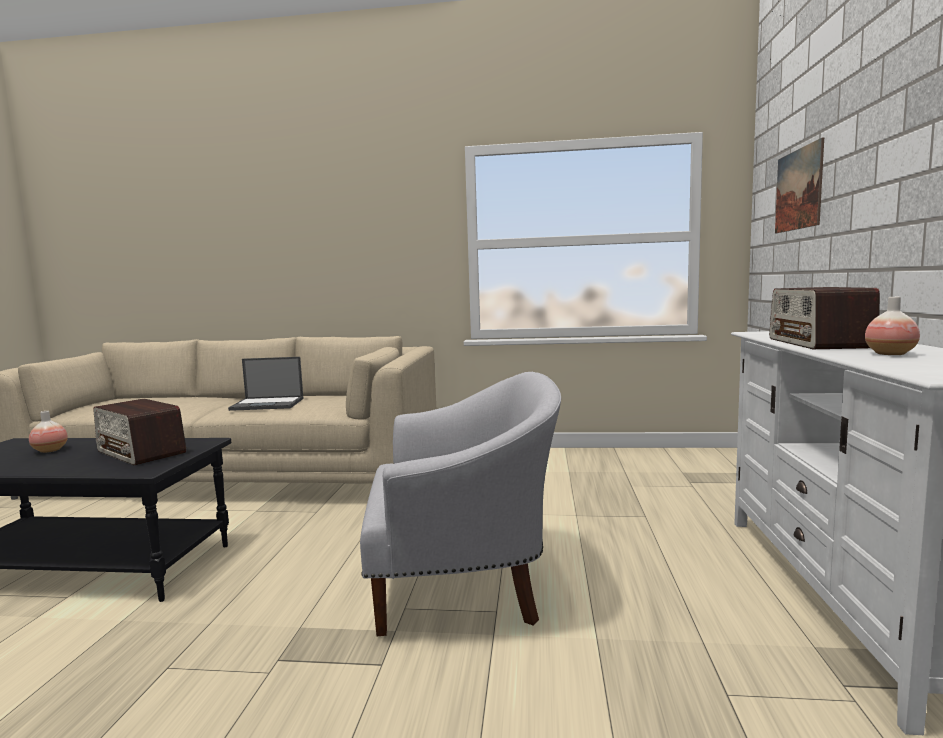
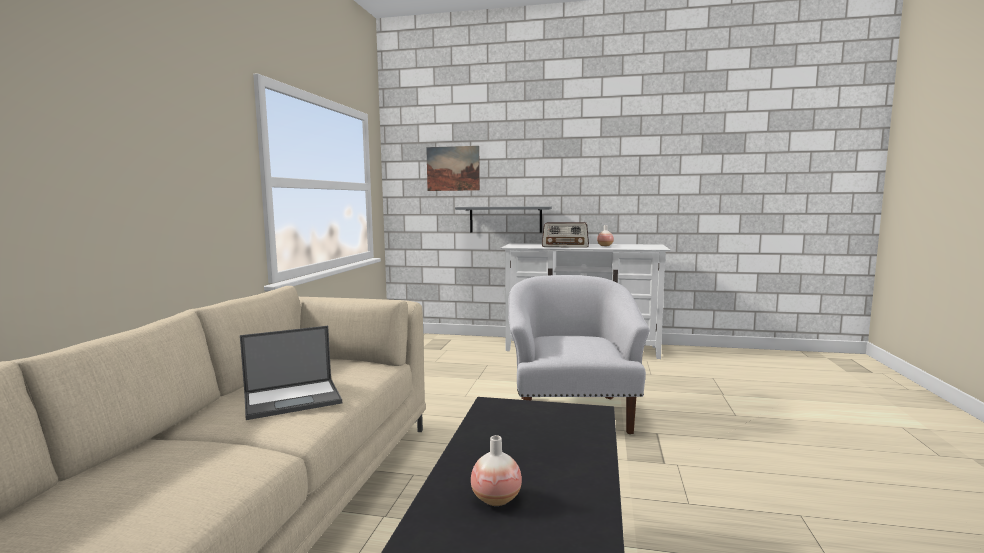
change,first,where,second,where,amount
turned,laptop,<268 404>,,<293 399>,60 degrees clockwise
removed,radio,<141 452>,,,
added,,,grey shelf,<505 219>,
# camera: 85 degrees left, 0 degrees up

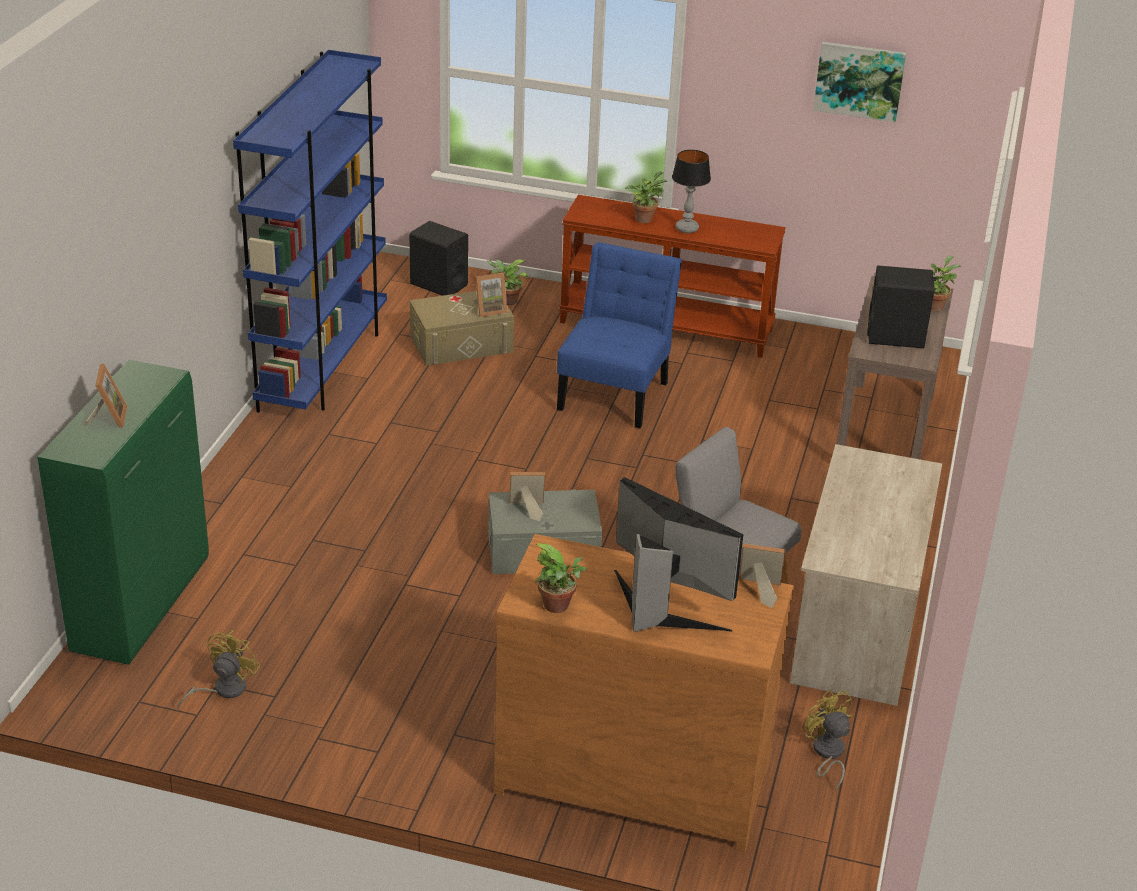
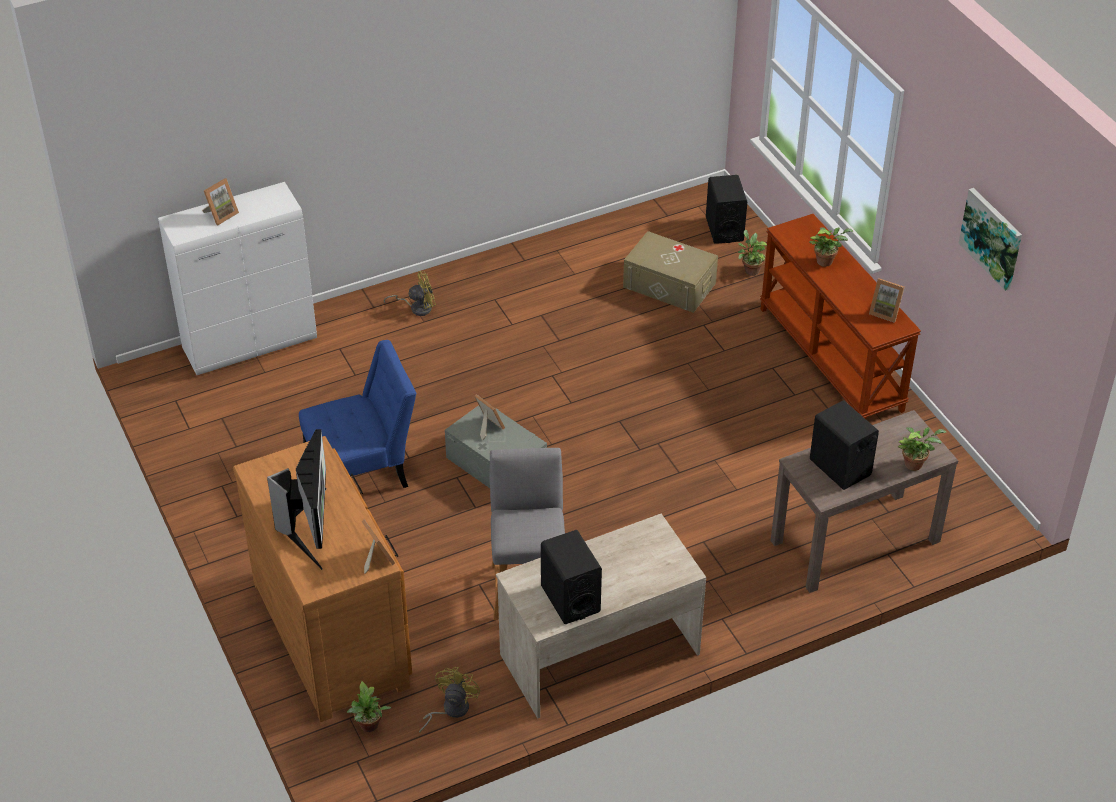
change,first,where,second,where,amount
removed,blue bookcase,<323 366>,,,
removed,table lamp,<687 228>,,,
moved,blue chair,<615 393>,,<362 469>,
moved,picture frame,<490 310>,,<885 312>,
recoloured,green cabinet,<142 605>,white cabinet,<251 344>,
moved,potted plant,<559 606>,,<369 727>,
moved,yellow fan,<223 689>,,<417 307>,
added,,,black speaker,<570 599>,
# camera: 50 degrees right, 10 degrees up

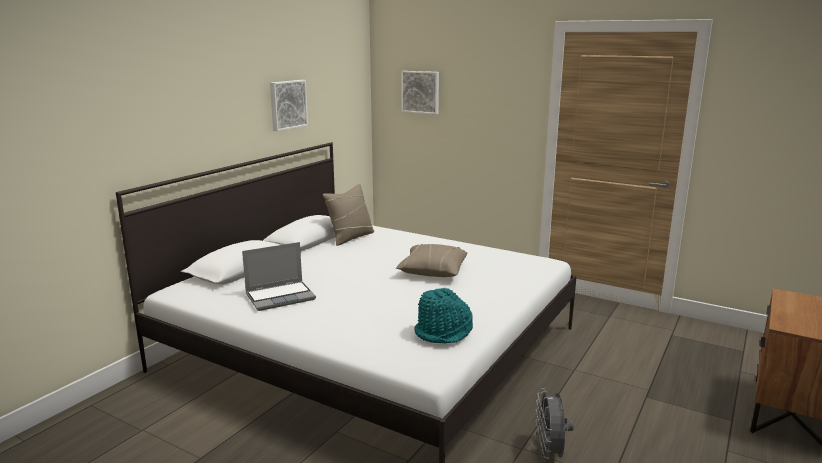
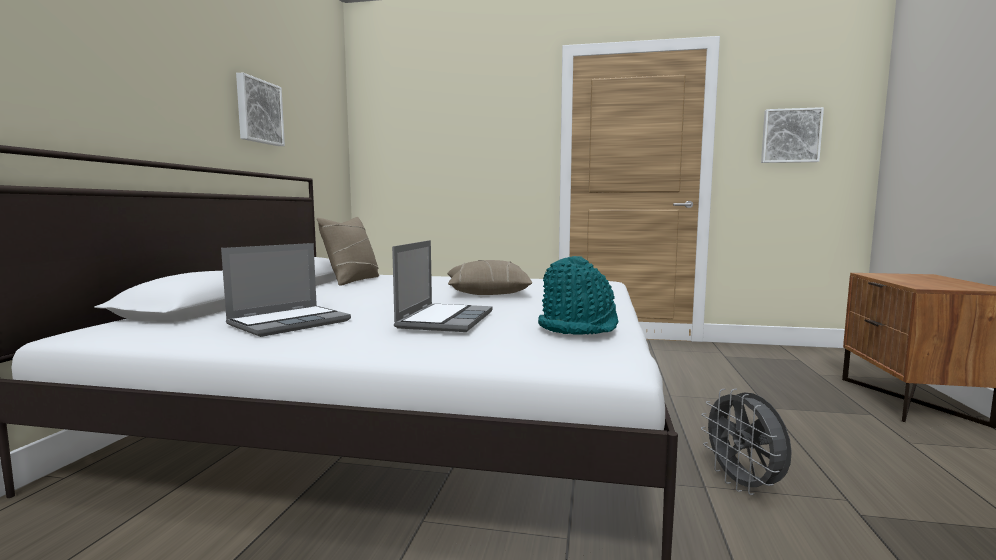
change,first,where,second,where,amount
moved,picture,<421 92>,,<790 136>,
added,,,laptop,<445 319>,
# camera: 20 degrees left, 10 degrees down

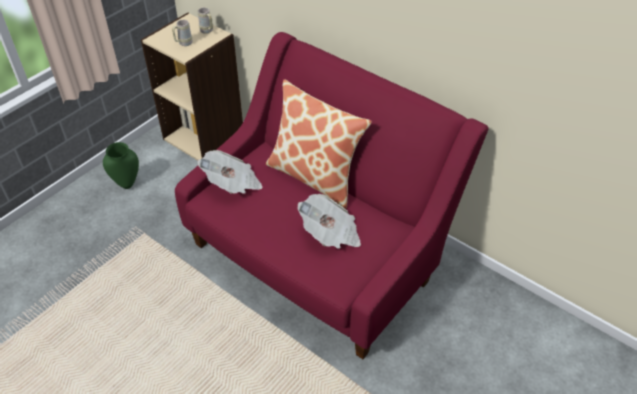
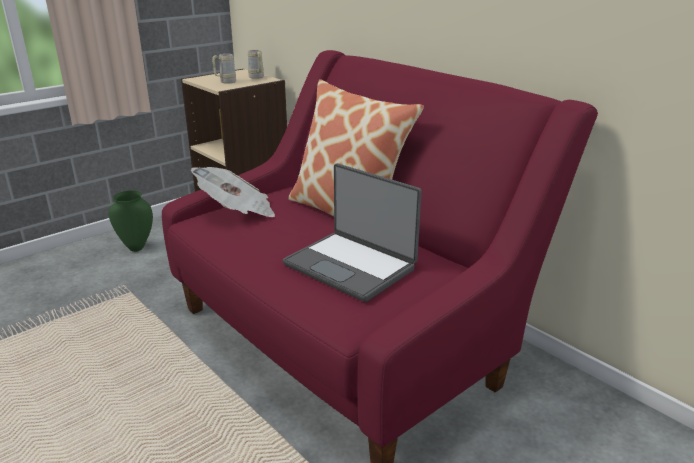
change,first,where,second,where,amount
replaced,newspaper,<330 234>,laptop,<351 266>,
# camera: 10 degrees right, 20 degrees down

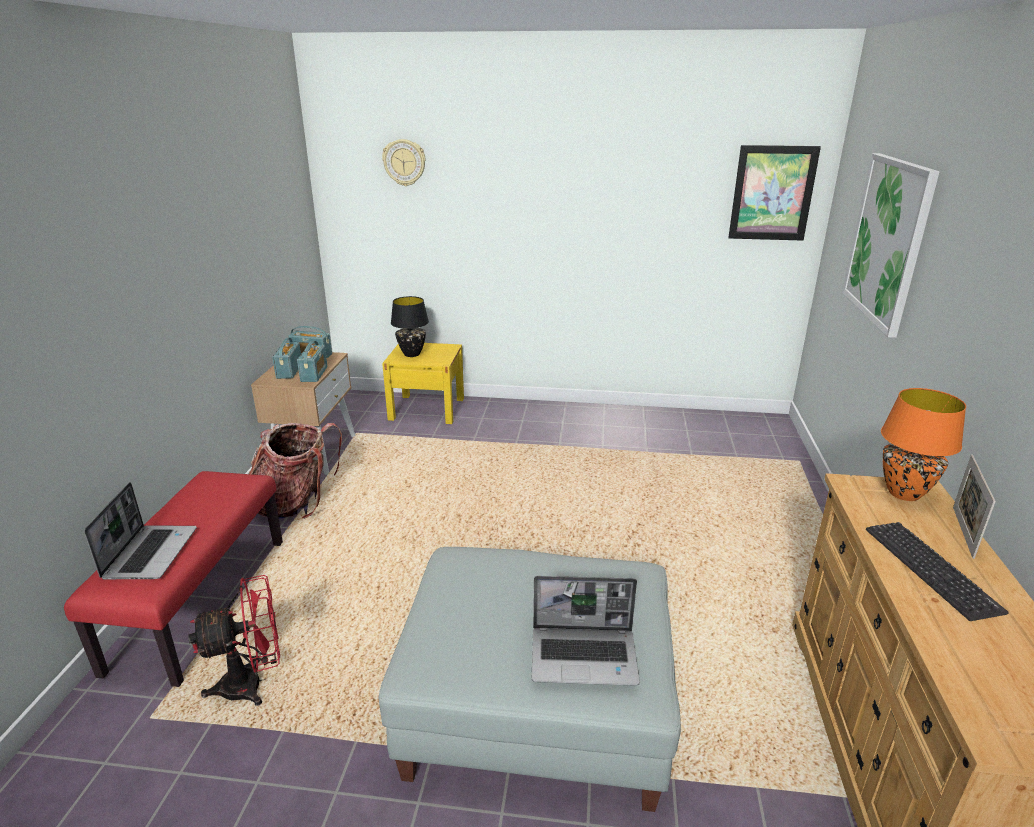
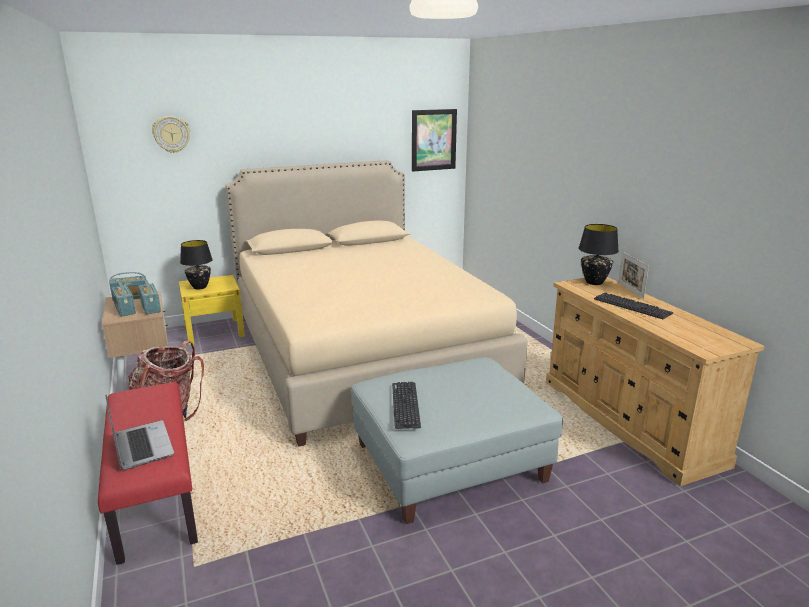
change,first,where,second,where,amount
removed,picture,<887 241>,,,
recoloured,orange table lamp,<903 493>,black table lamp,<594 282>,
removed,red fan,<253 683>,,,
removed,laptop,<585 656>,,,
added,,,beige bed,<361 352>,
added,,,keyboard,<405 405>,
# camera: 30 degrees left, 5 degrees down

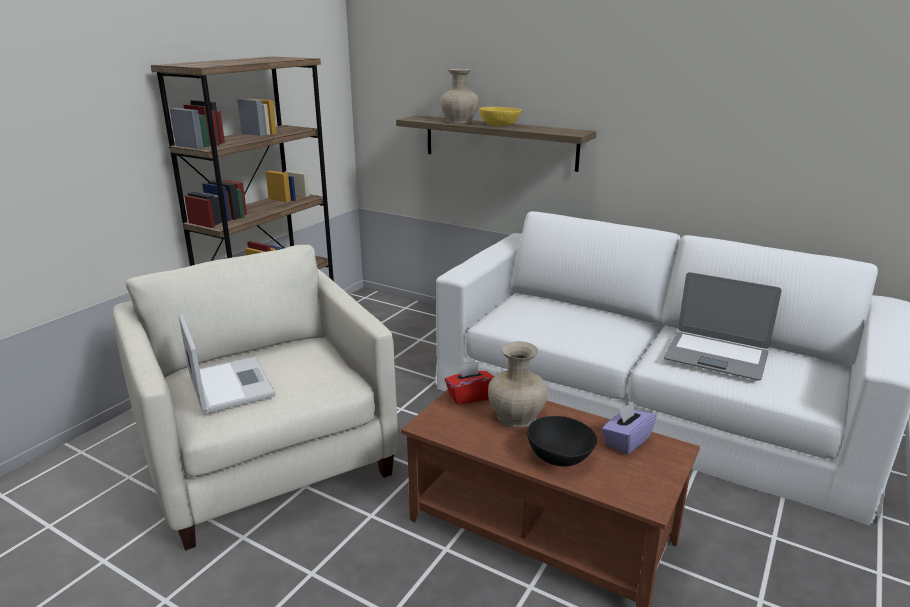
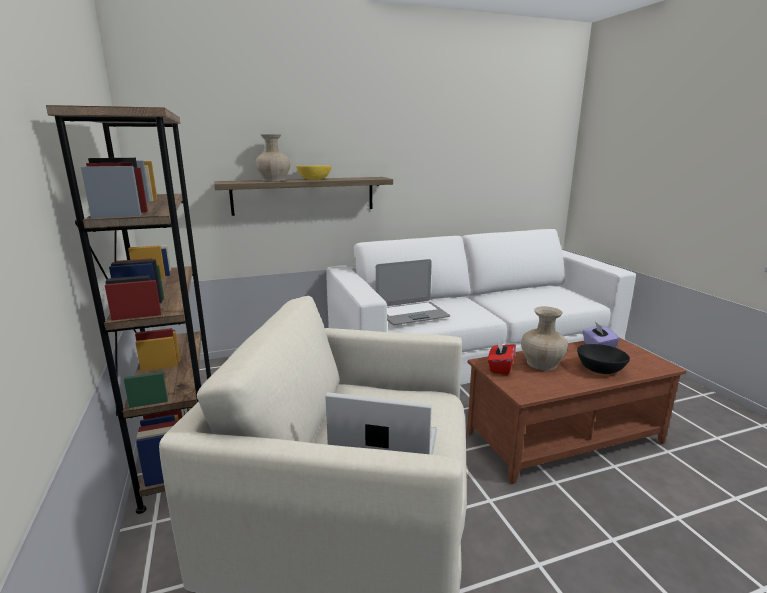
change,first,where,second,where,amount
moved,laptop,<716 356>,,<411 314>,
# camera: 50 degrees left, 5 degrees down

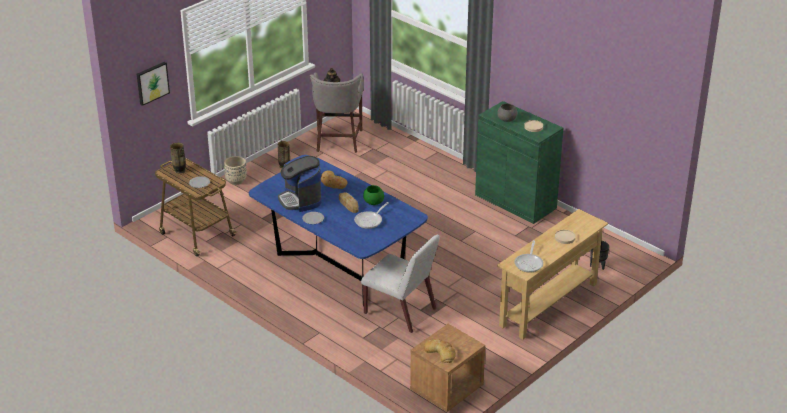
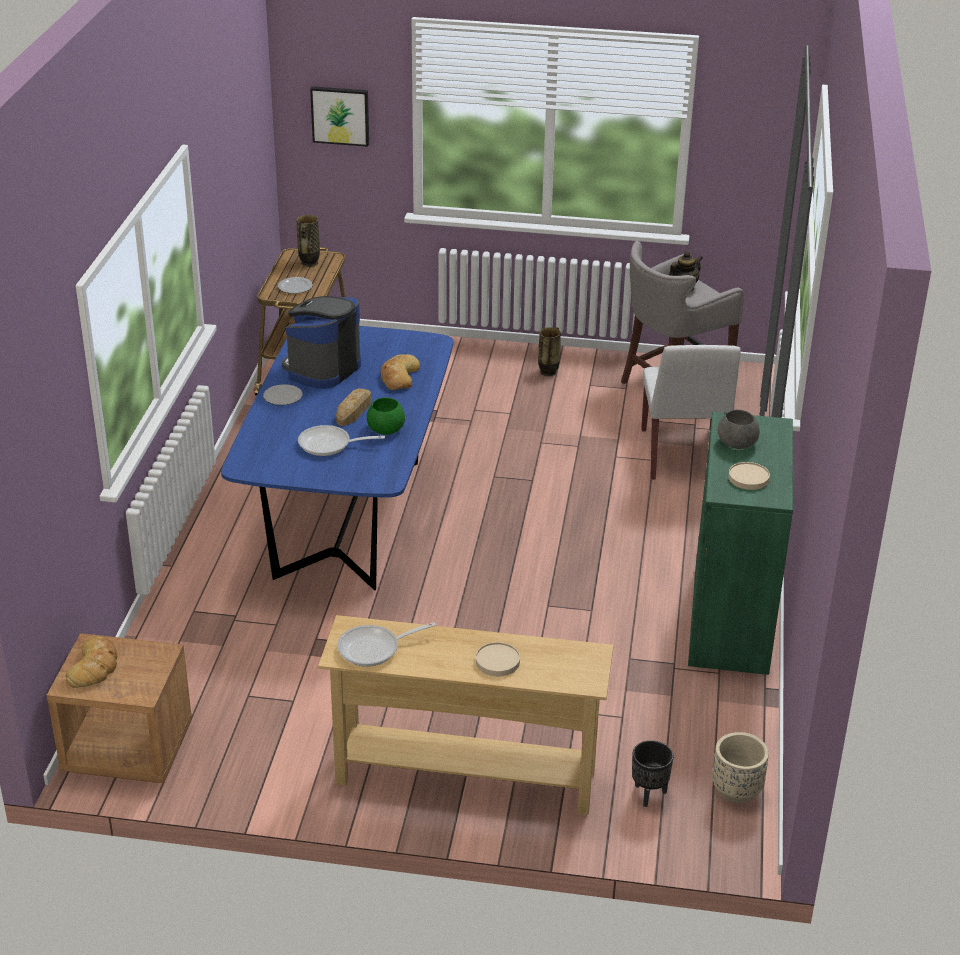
change,first,where,second,where,amount
moved,beige planter,<236 181>,,<736 790>,
moved,white chair,<401 311>,,<683 455>,
# camera: 55 degrees right, 0 degrees up

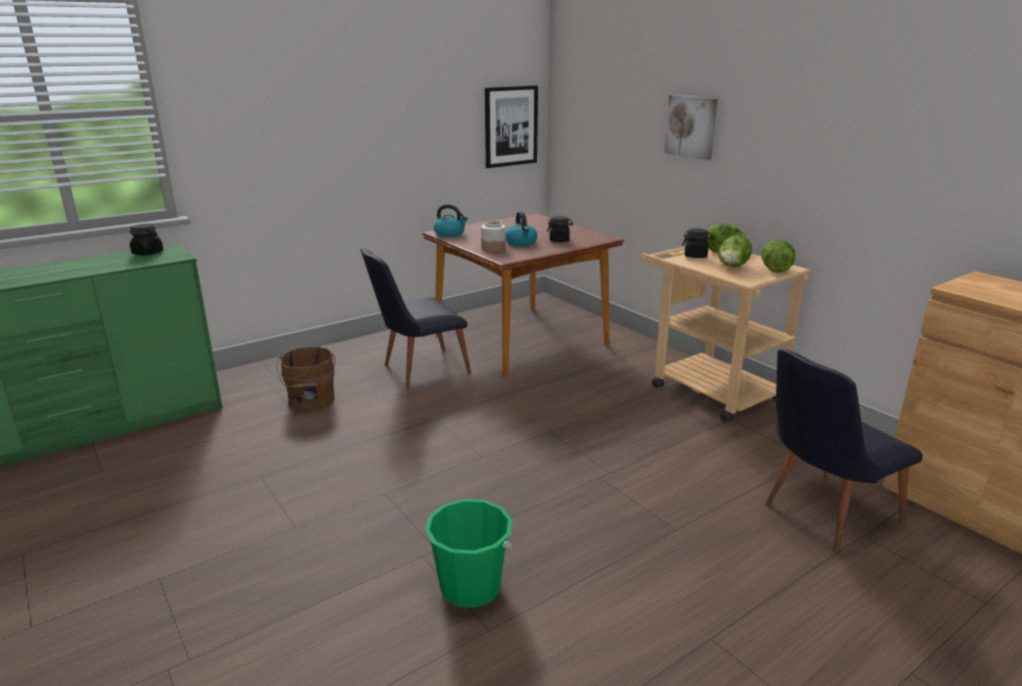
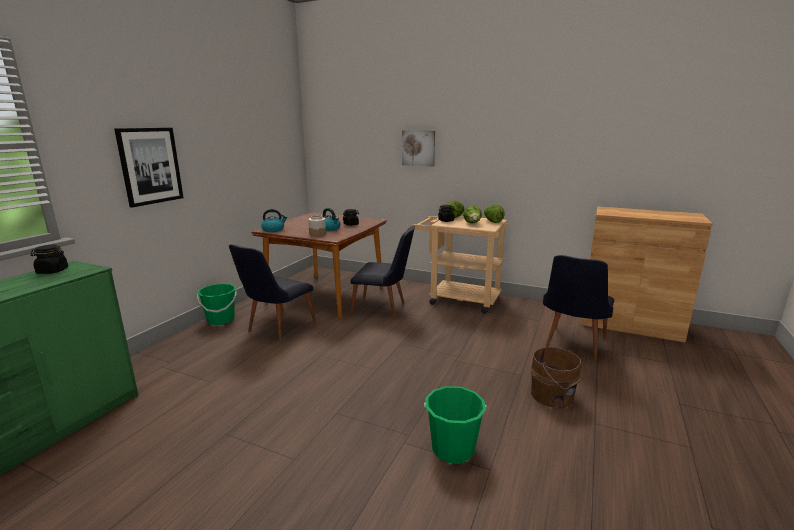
change,first,where,second,where,amount
moved,picture,<510 126>,,<150 166>,
moved,brown bucket,<311 401>,,<553 396>,
added,,,black chair,<384 309>,
added,,,green bucket,<221 320>,
# camera: 30 degrees left, 5 degrees down

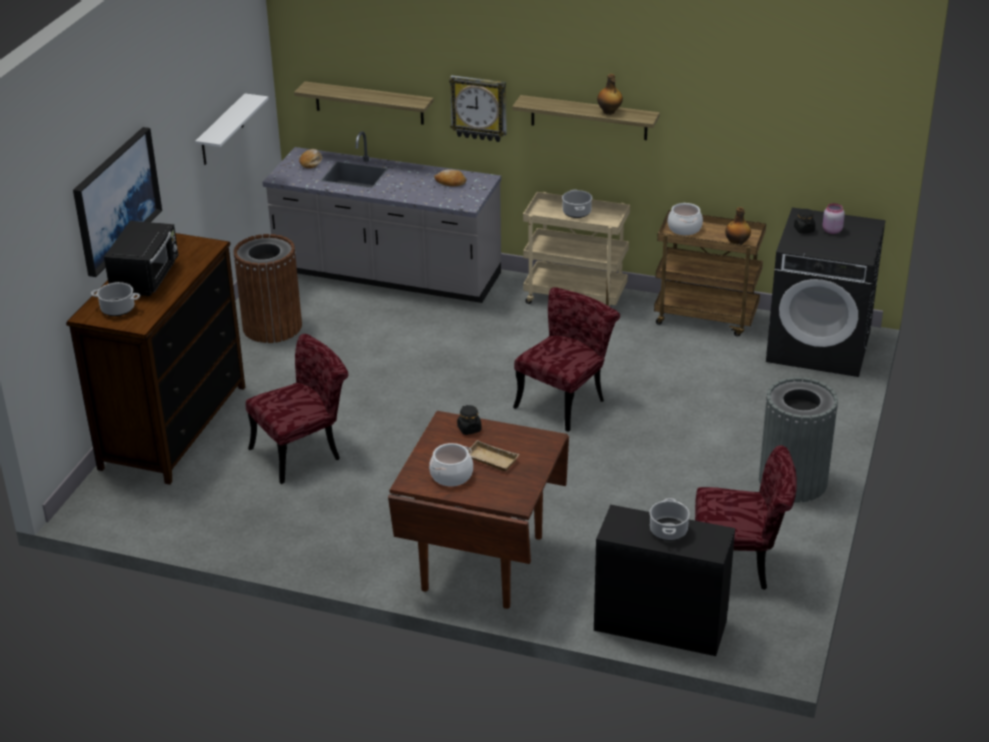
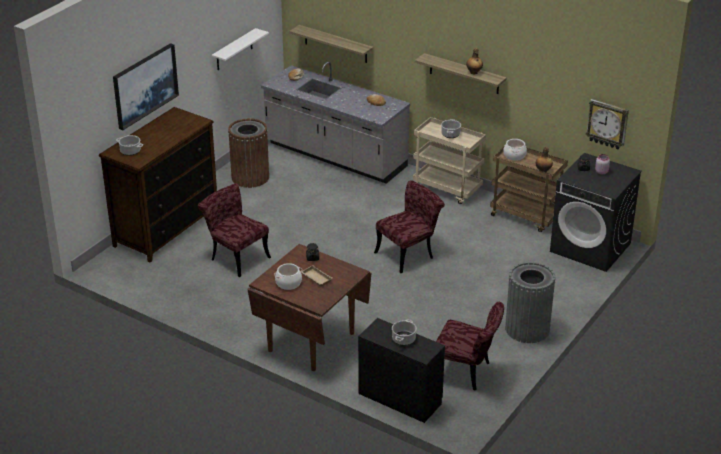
change,first,where,second,where,amount
moved,wall clock,<479 108>,,<607 124>,
removed,black microwave,<146 277>,,,
turned,red chair,<303 451>,,<236 256>,120 degrees counterclockwise
# camera: 15 degrees right, 0 degrees up

